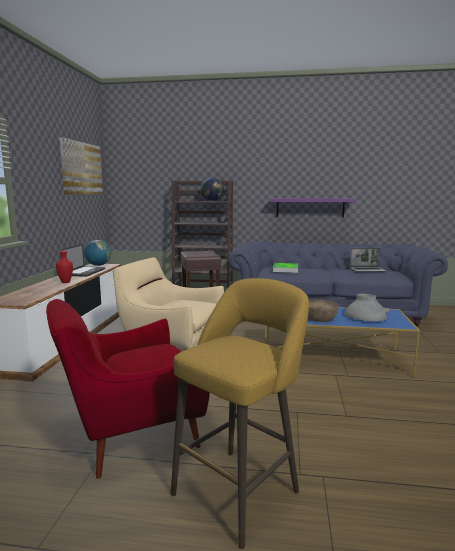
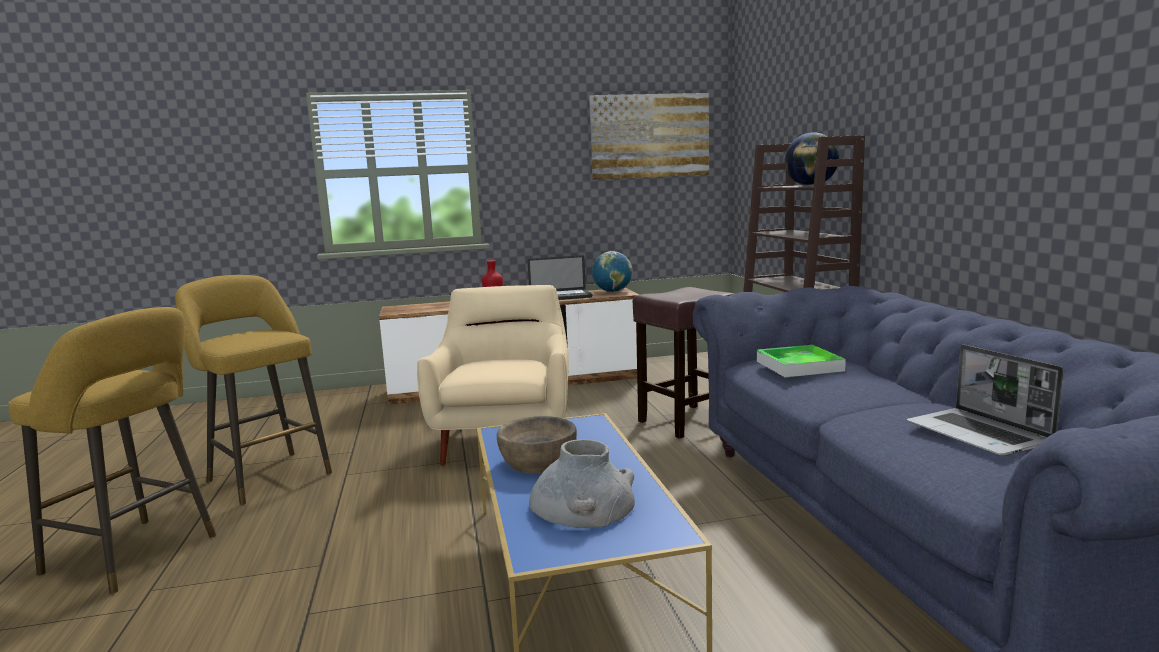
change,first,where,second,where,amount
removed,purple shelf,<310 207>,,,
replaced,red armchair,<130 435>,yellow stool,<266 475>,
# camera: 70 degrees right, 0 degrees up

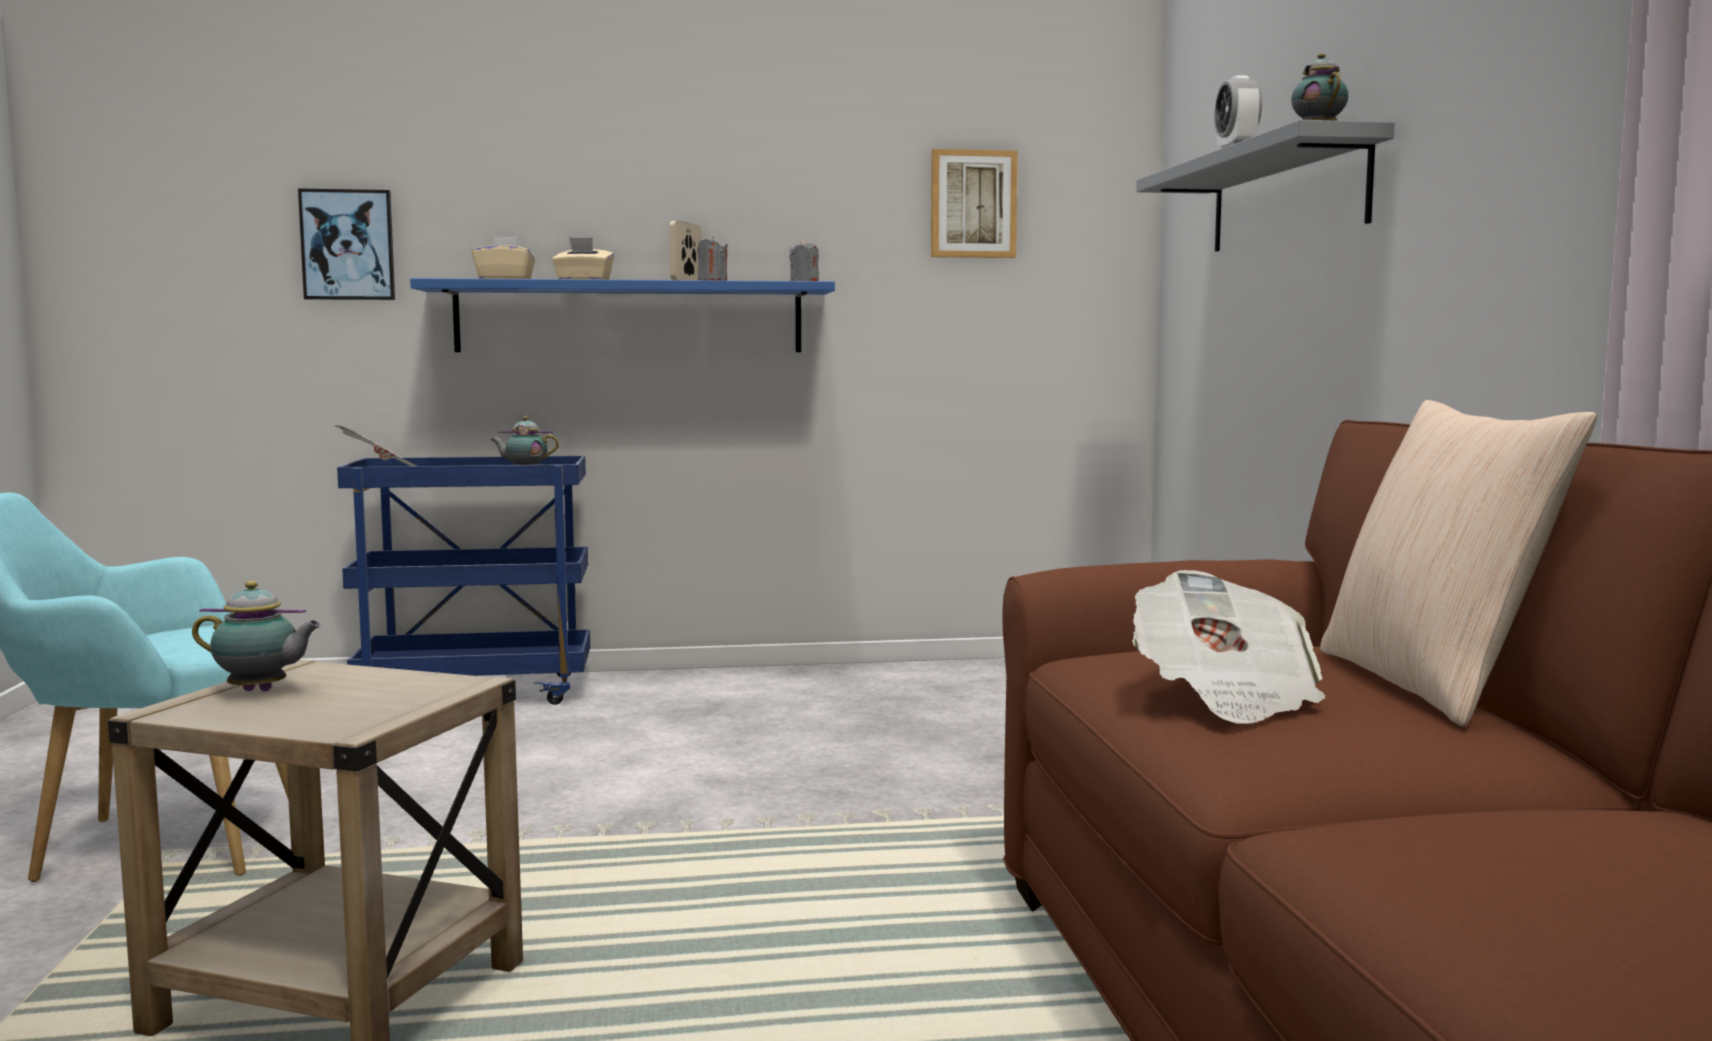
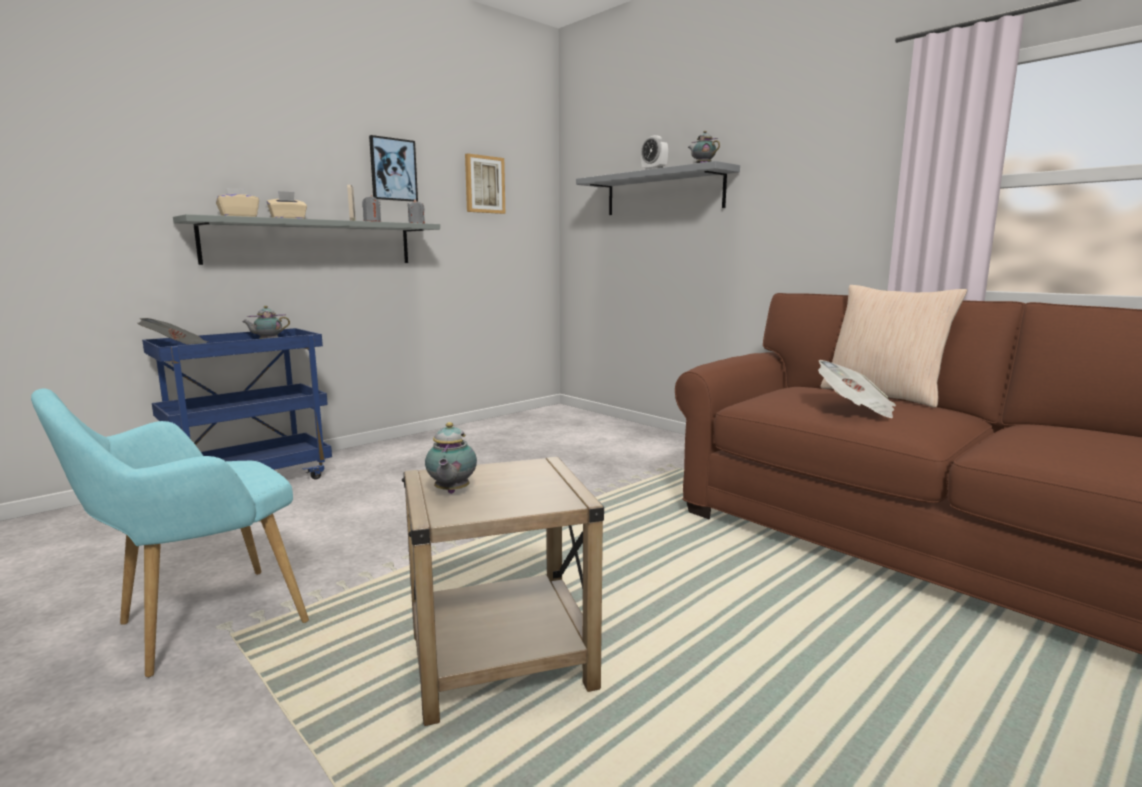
change,first,where,second,where,amount
moved,picture,<348 245>,,<393 169>,
recoloured,blue shelf,<630 318>,grey shelf,<312 242>,
turned,teapot,<261 691>,,<451 492>,120 degrees clockwise
# camera: 35 degrees left, 5 degrees up

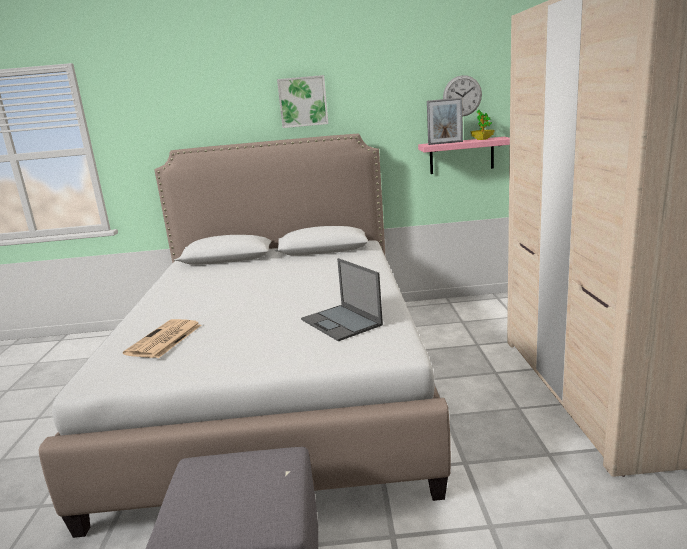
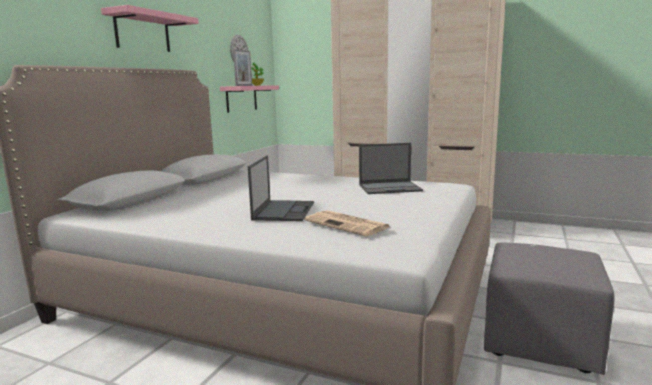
change,first,where,second,where,amount
replaced,picture,<303 101>,pink shelf,<142 32>,
added,,,laptop,<284 211>,
# camera: 65 degrees left, 5 degrees down

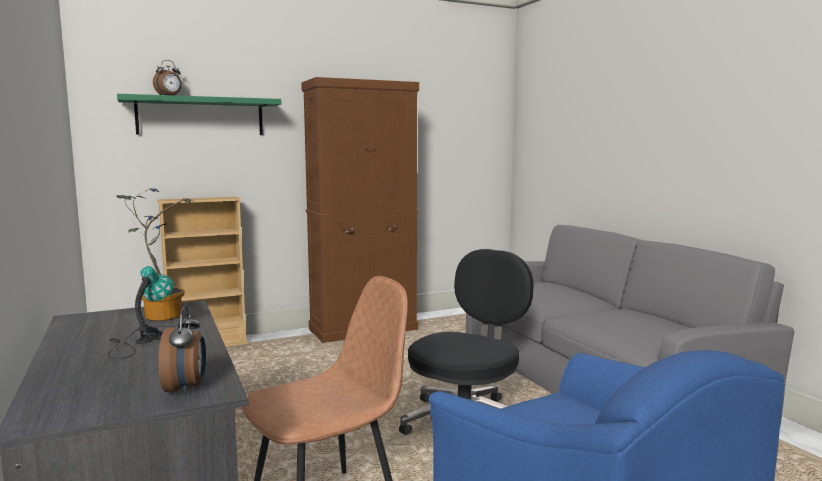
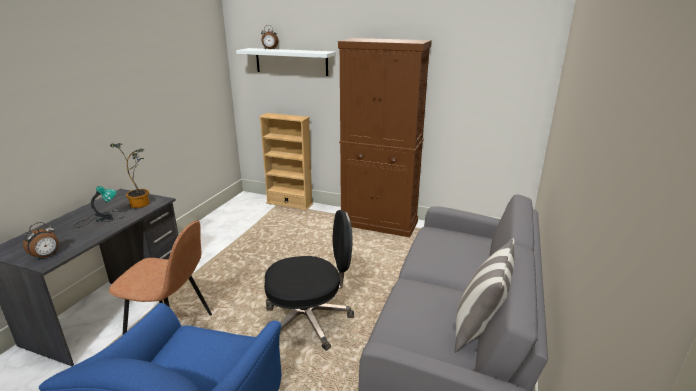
change,first,where,second,where,amount
recoloured,green shelf,<201 117>,white shelf,<291 61>,
added,,,pillow,<479 327>,
# camera: 45 degrees right, 15 degrees up

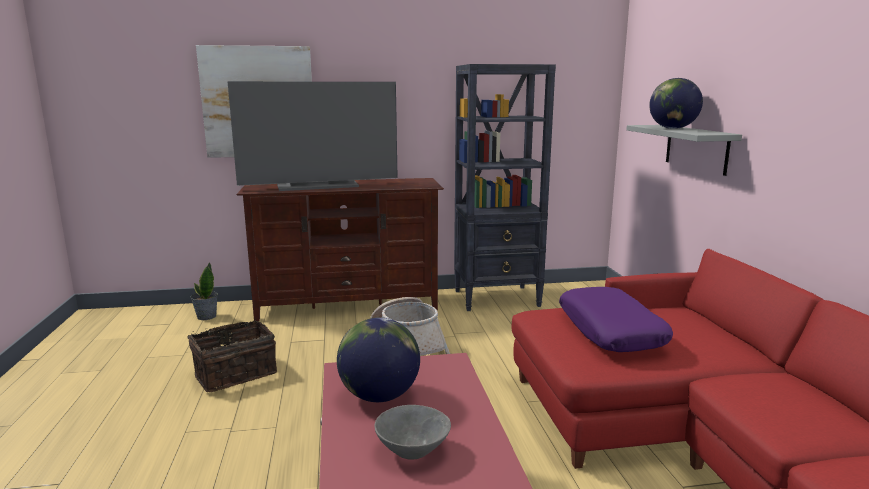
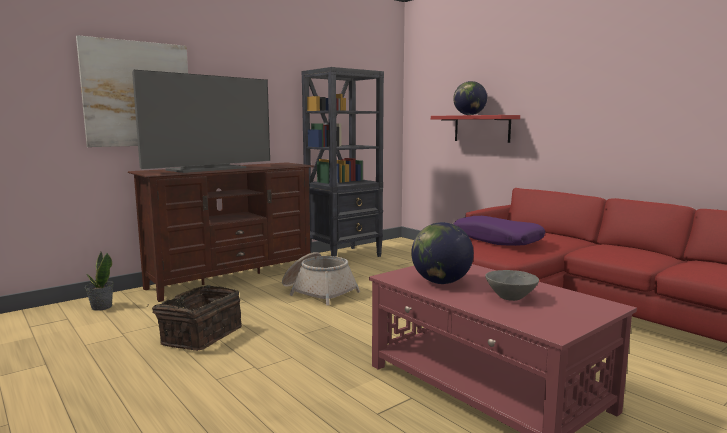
change,first,where,second,where,amount
recoloured,grey shelf,<696 148>,red shelf,<482 128>,
# camera: 30 degrees left, 5 degrees down

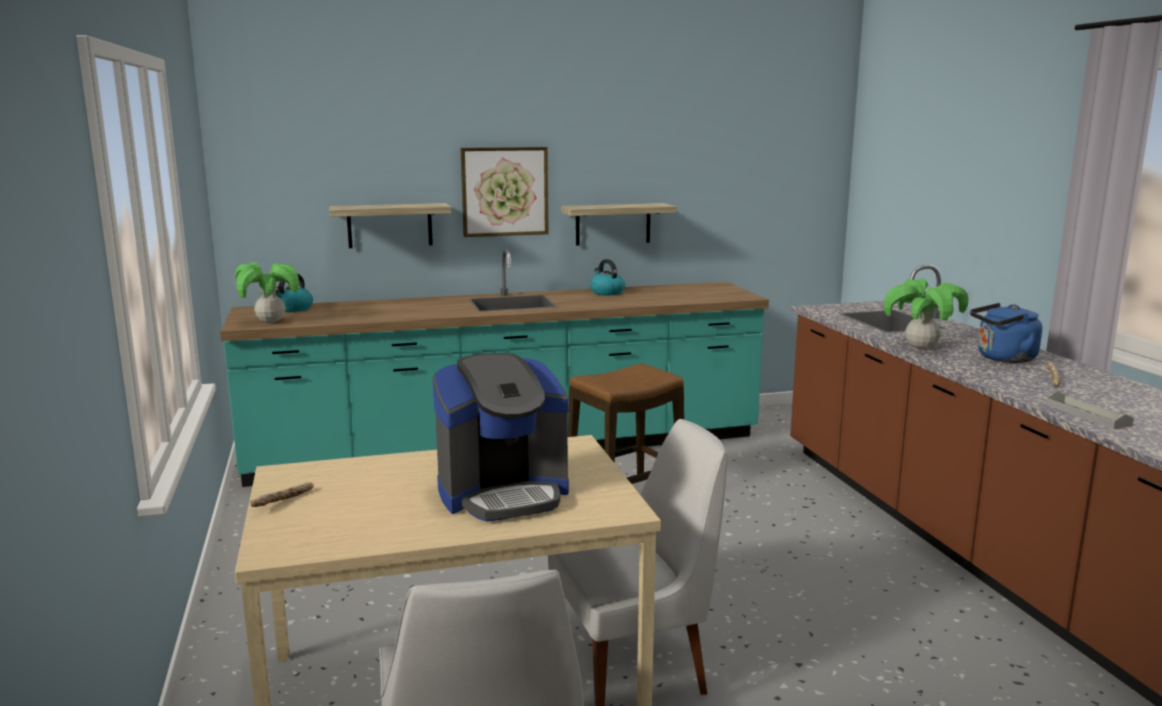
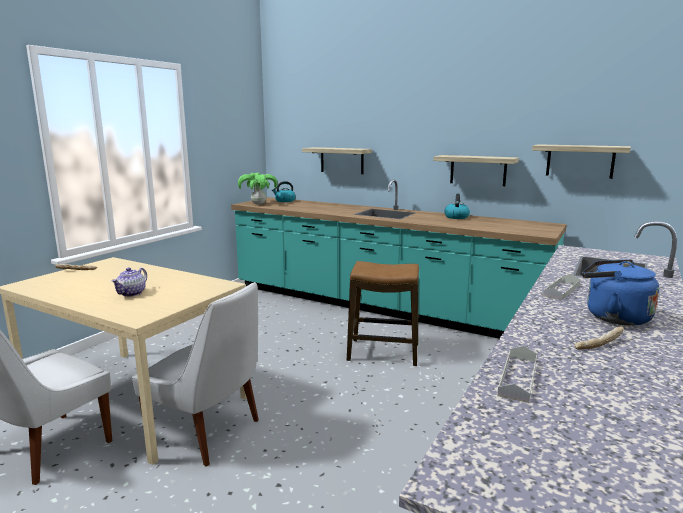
change,first,where,second,where,amount
removed,picture,<504 191>,,,
replaced,potted plant,<920 347>,grey tray,<561 290>,
replaced,coffee machine,<503 494>,teapot,<131 293>,
added,,,shelf,<580 161>,
# camera: 45 degrees right, 0 degrees up

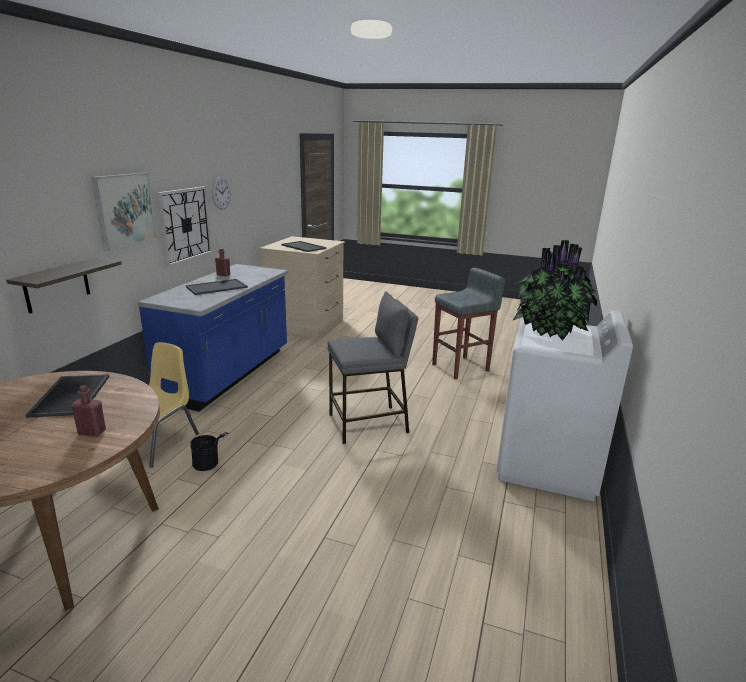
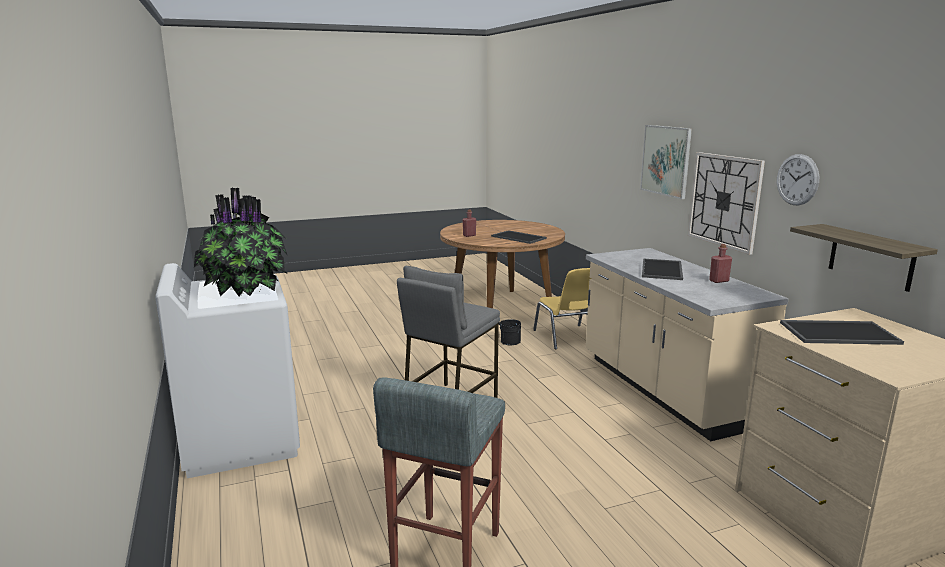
change,first,where,second,where,amount
moved,shelf,<57 285>,,<871 257>,
recoloured,blue counter,<229 374>,beige counter,<664 391>,
# camera: 140 degrees right, 5 degrees down

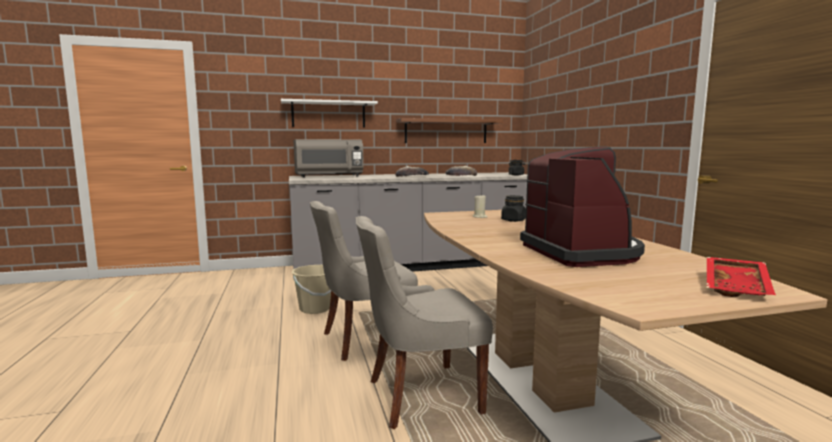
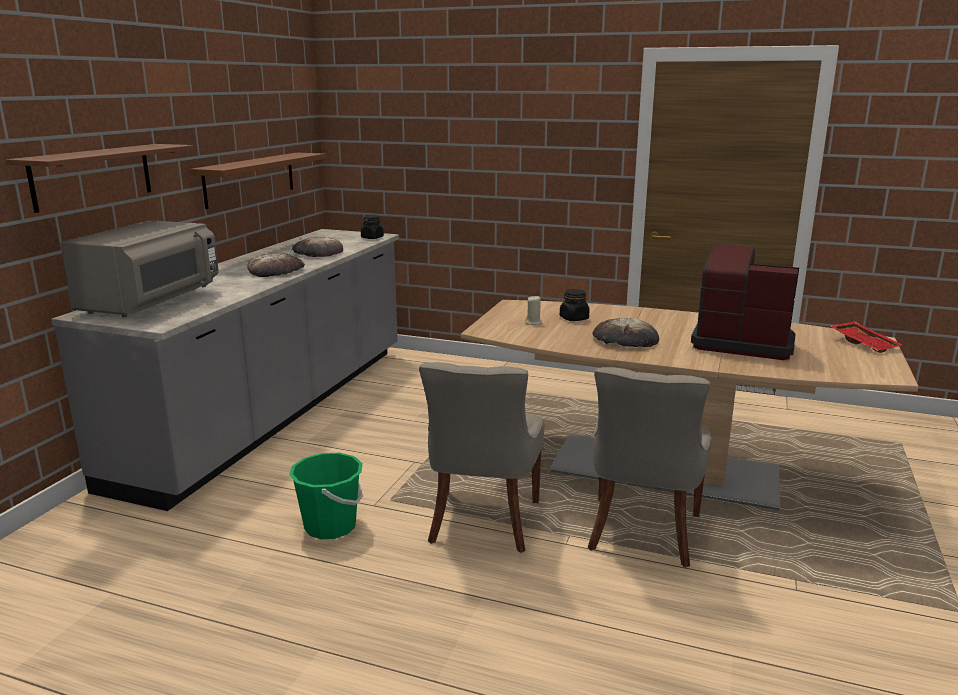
change,first,where,second,where,amount
recoloured,white shelf,<328 114>,brown shelf,<93 176>,
recoloured,beige bucket,<315 308>,green bucket,<330 526>,
added,,,bread,<625 340>,
# camera: 55 degrees left, 10 degrees up

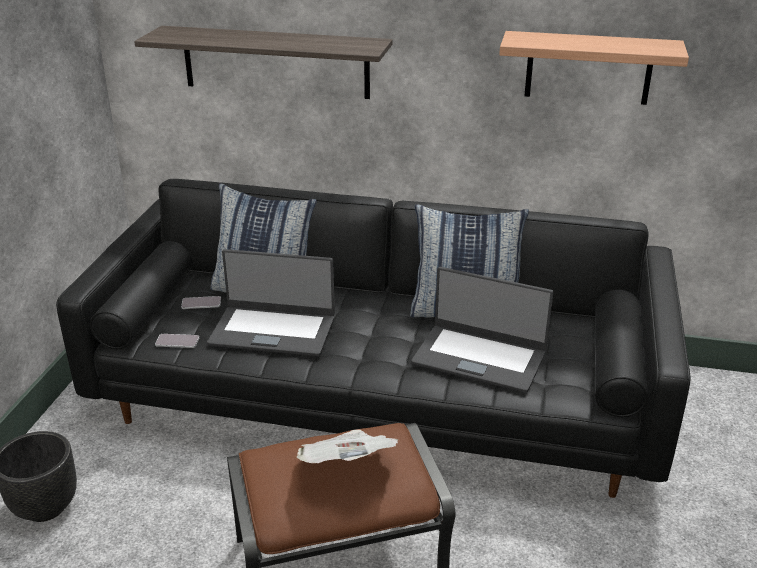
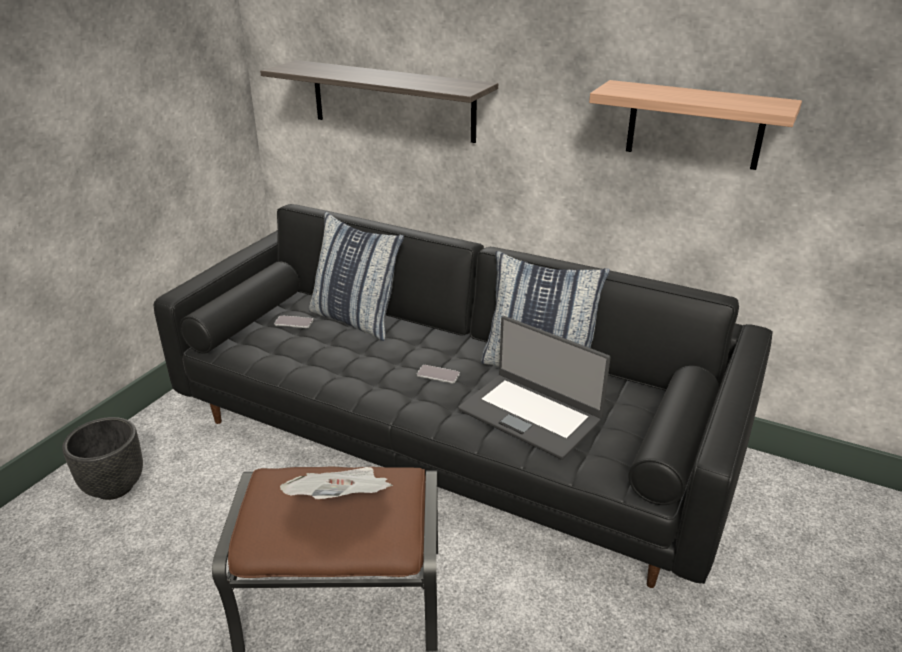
change,first,where,second,where,amount
removed,laptop,<273 330>,,,
moved,phone,<177 342>,,<438 375>,
# camera: 15 degrees right, 0 degrees up

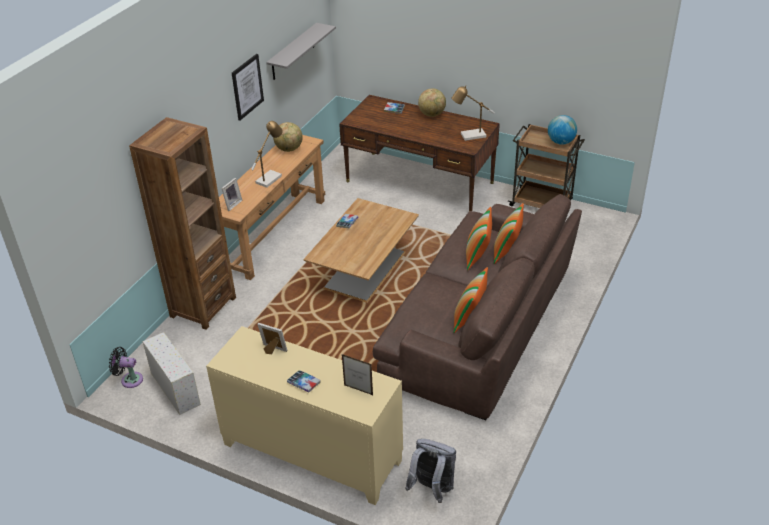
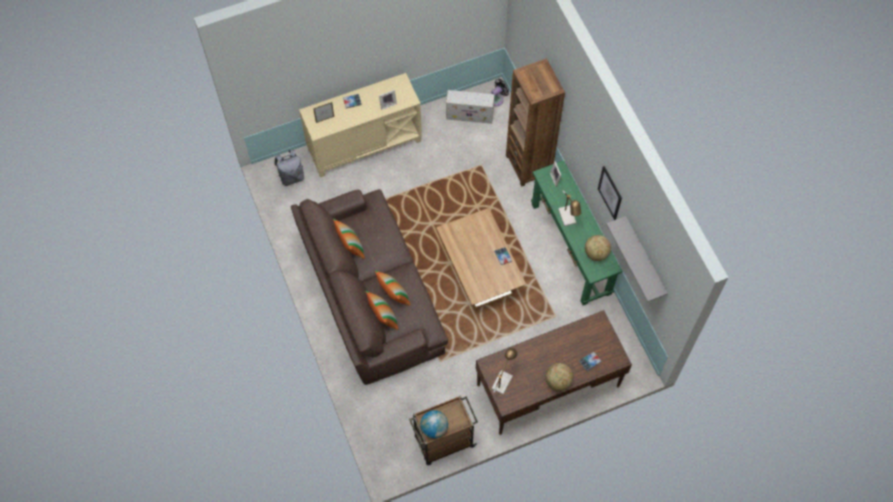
change,first,where,second,where,amount
recoloured,brown console table,<274 233>,green console table,<570 248>,
# camera: 130 degrees right, 25 degrees up

